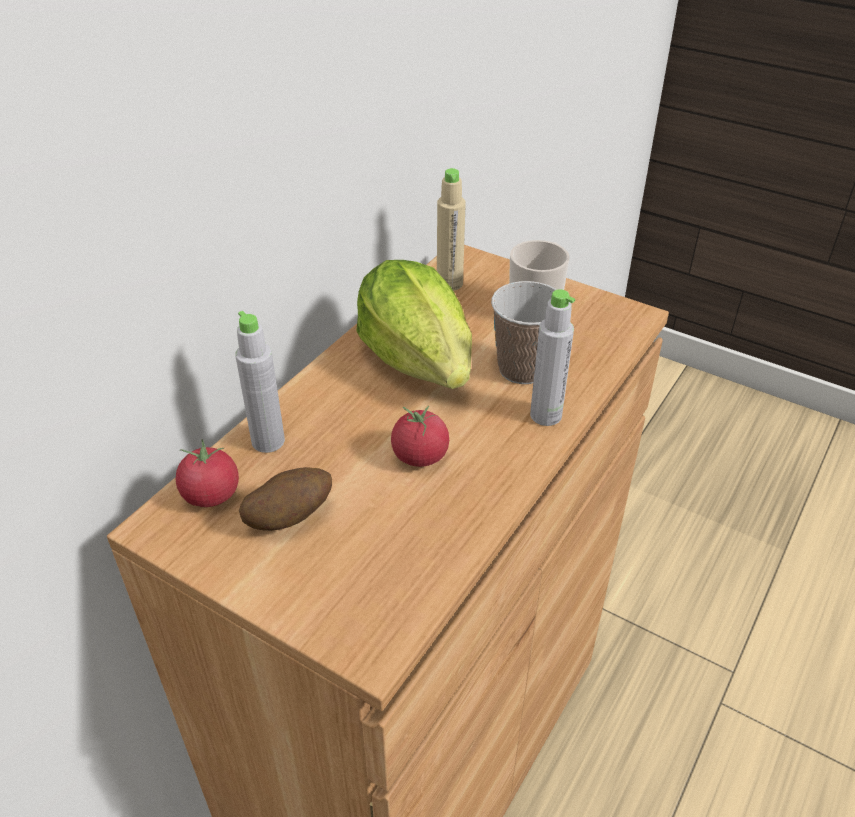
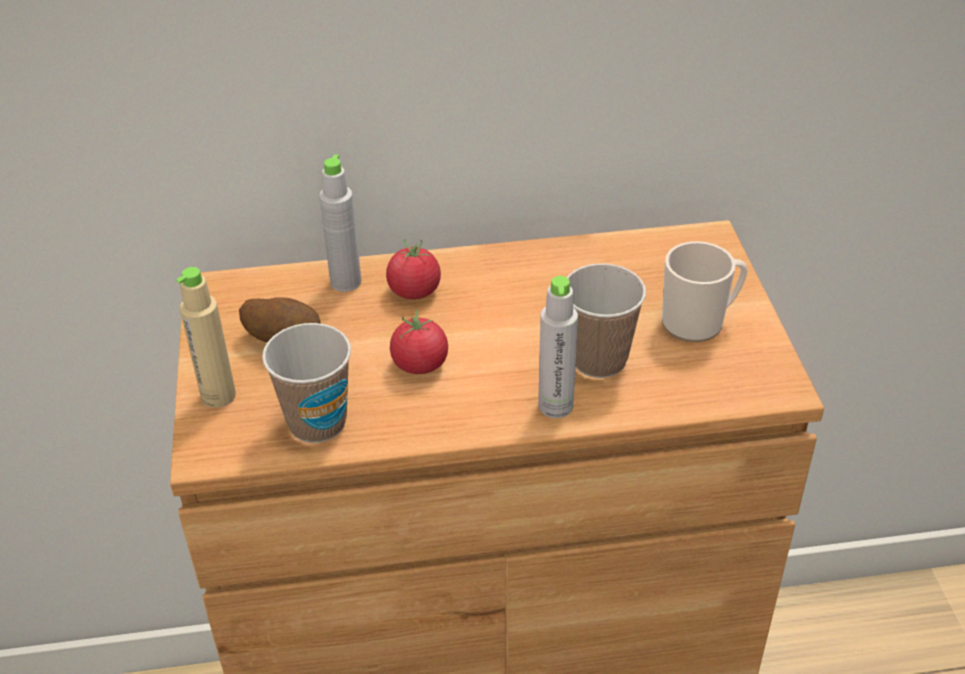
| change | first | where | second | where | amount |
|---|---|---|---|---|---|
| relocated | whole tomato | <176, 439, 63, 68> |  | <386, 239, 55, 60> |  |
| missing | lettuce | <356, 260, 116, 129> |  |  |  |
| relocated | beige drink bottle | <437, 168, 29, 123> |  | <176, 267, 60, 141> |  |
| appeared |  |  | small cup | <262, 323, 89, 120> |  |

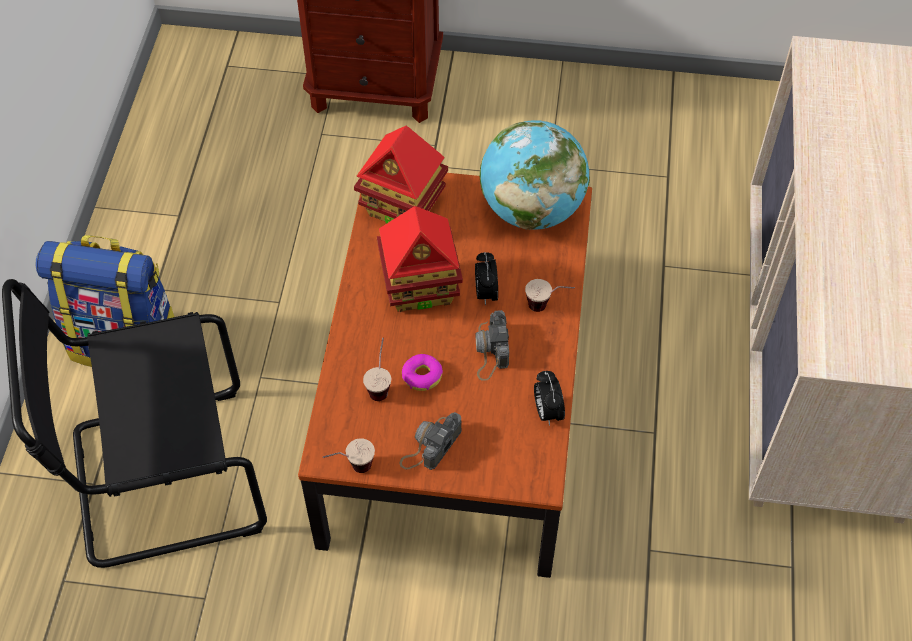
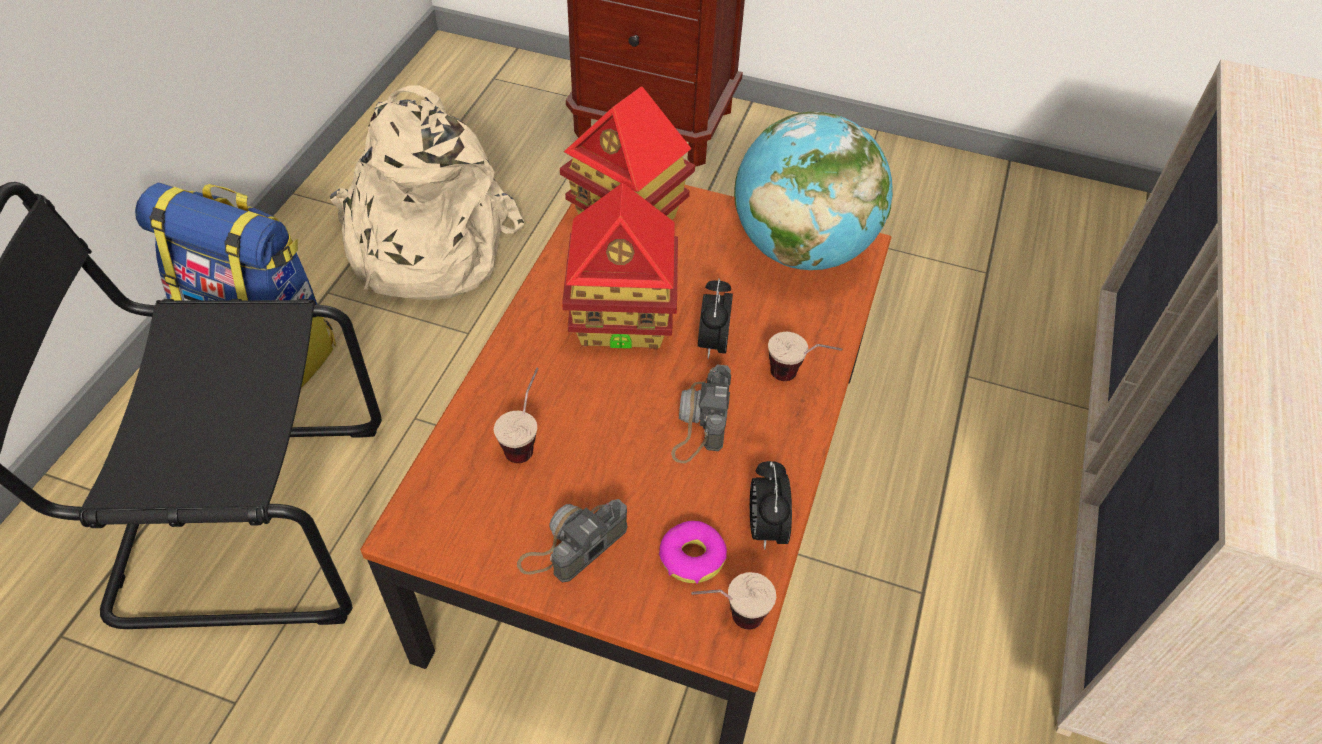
| change | first | where | second | where | amount |
|---|---|---|---|---|---|
| relocated | small cup | <323, 438, 52, 35> |  | <691, 572, 85, 58> |  |
| relocated | doughnut | <402, 354, 41, 37> |  | <659, 521, 68, 63> |  |
| appeared |  |  | beige backpack | <330, 85, 194, 215> |  |

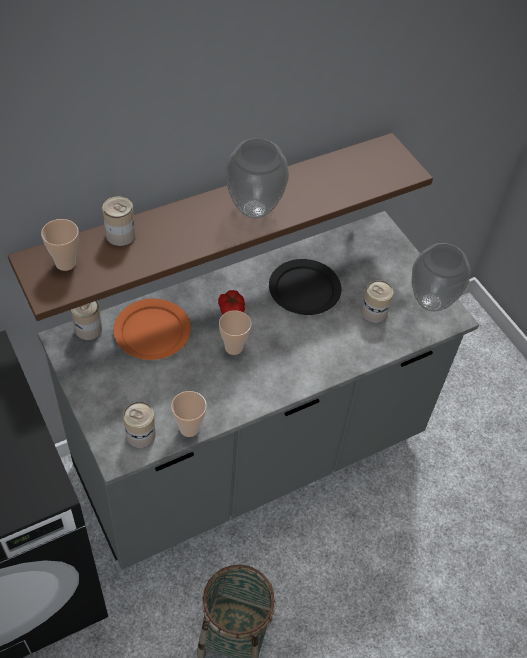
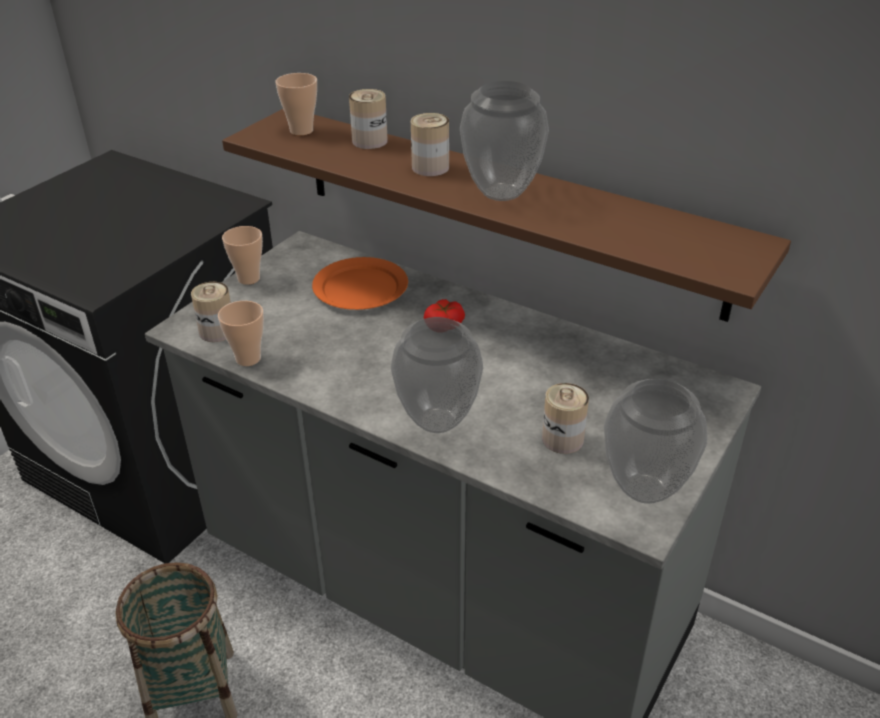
| change | first | where | second | where | amount |
|---|---|---|---|---|---|
| relocated | sealed can | <71, 301, 31, 39> |  | <411, 113, 38, 63> |  |
| relocated | small cup | <219, 310, 33, 45> |  | <222, 226, 41, 59> |  |
| missing | black flat dish | <269, 259, 72, 56> |  |  |  |
| appeared |  |  | decorative vase | <391, 317, 92, 116> |  |

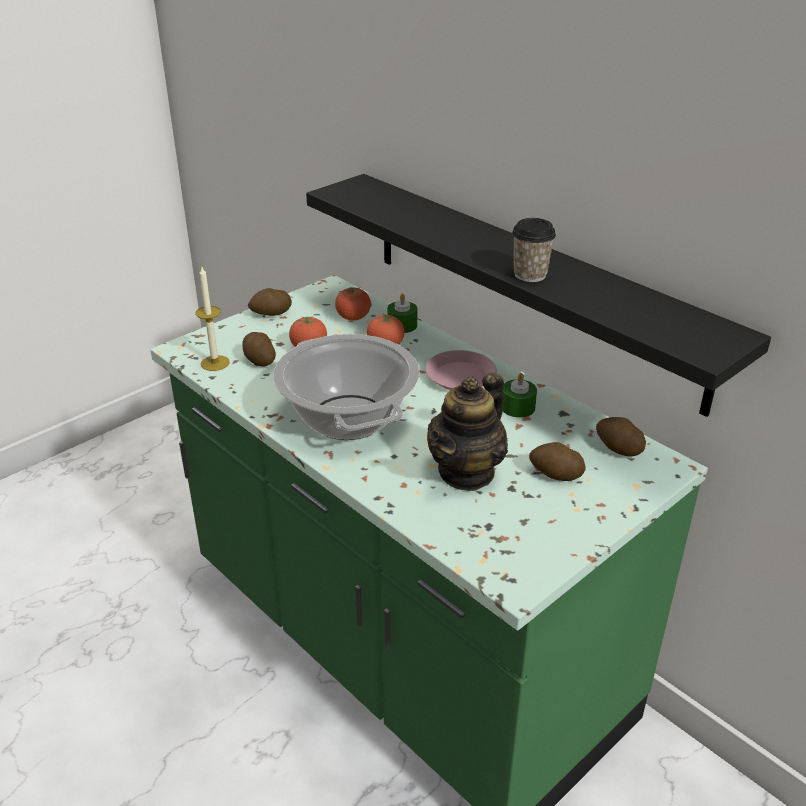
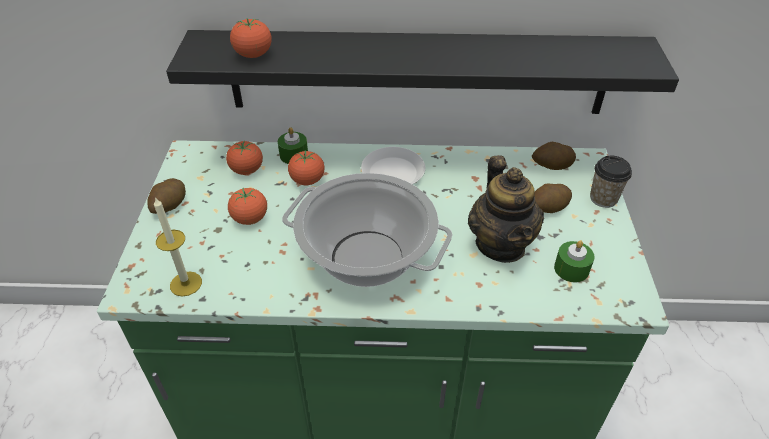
| change | first | where | second | where | amount |
|---|---|---|---|---|---|
| missing | potato | <242, 332, 34, 35> |  |  |  |
| colour | pink flat dish | <425, 350, 72, 40> | white flat dish | <361, 147, 64, 37> |  |
| relocated | greenish candle | <502, 373, 35, 45> |  | <554, 240, 41, 42> |  |
| relocated | small cup | <512, 218, 44, 64> |  | <590, 156, 42, 52> |  |
| appeared |  |  | whole tomato | <230, 18, 42, 40> |  |

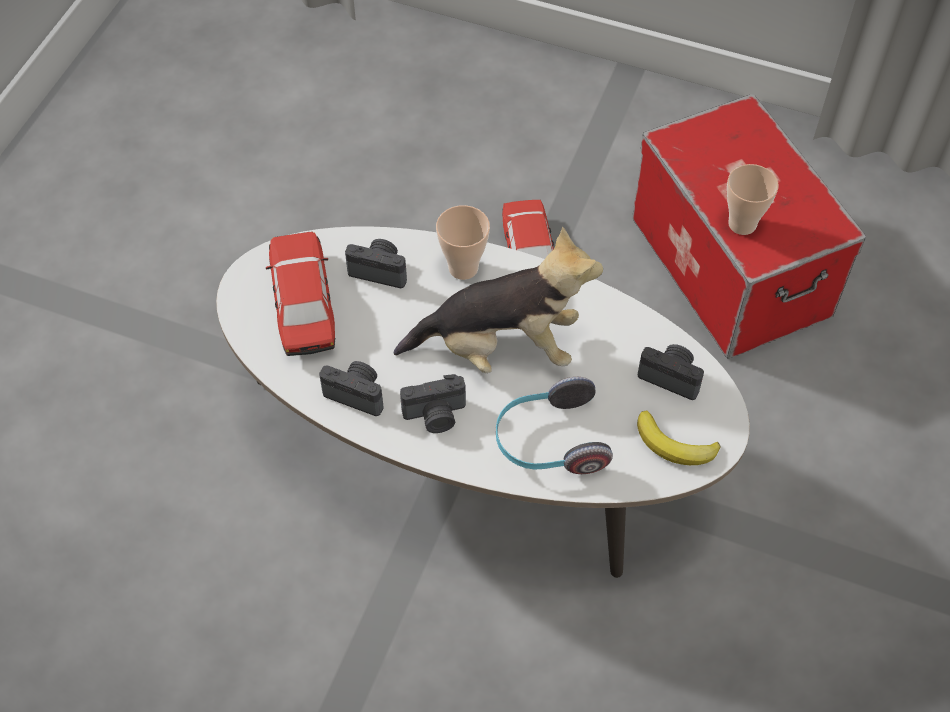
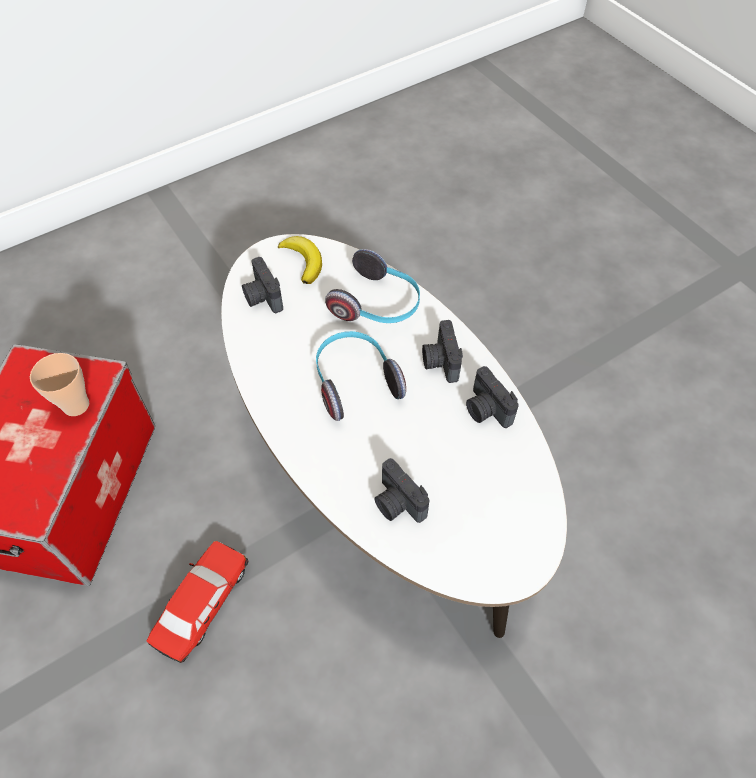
| change | first | where | second | where | amount |
|---|---|---|---|---|---|
| missing | toy car | <266, 231, 69, 125> |  |  |  |
| exchanged | plush toy | <394, 227, 209, 146> | headphones | <316, 331, 90, 90> |  |
| spun | photo camera | <400, 374, 66, 59> |  | <422, 320, 41, 63> | 120 degrees counterclockwise |
| missing | small cup | <436, 205, 54, 75> |  |  |  |

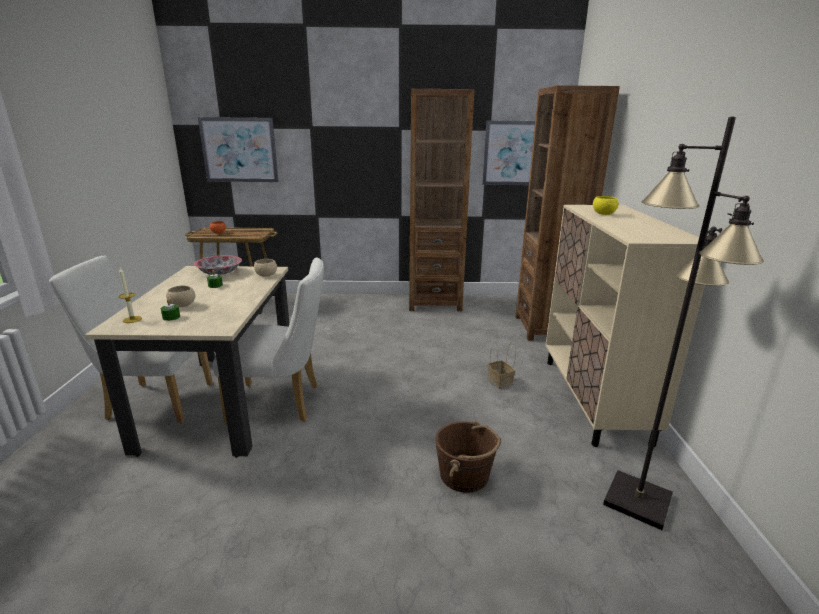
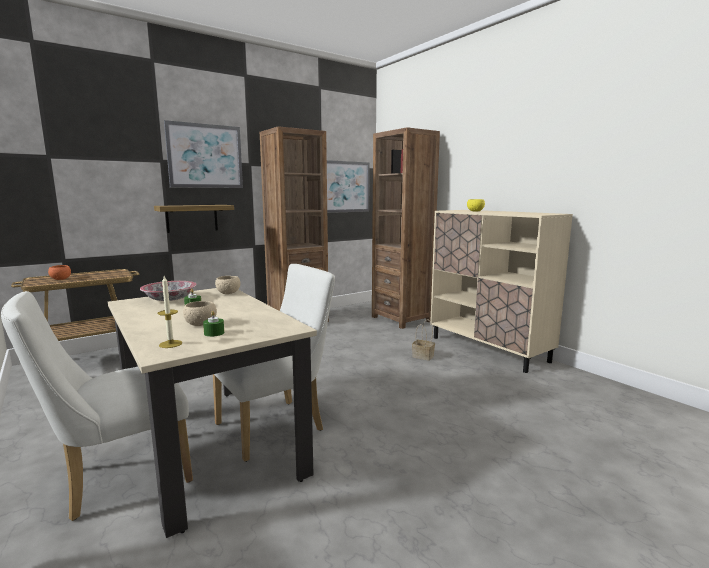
| change | first | where | second | where | amount |
|---|---|---|---|---|---|
| relocated | wall art | <198, 117, 81, 65> |  | <164, 120, 79, 68> |  |
| missing | brownish bucket | <436, 421, 65, 72> |  |  |  |
| missing | black standard lamp | <603, 117, 161, 413> |  |  |  |
| appeared |  |  | bracket shelf | <154, 205, 80, 28> |  |

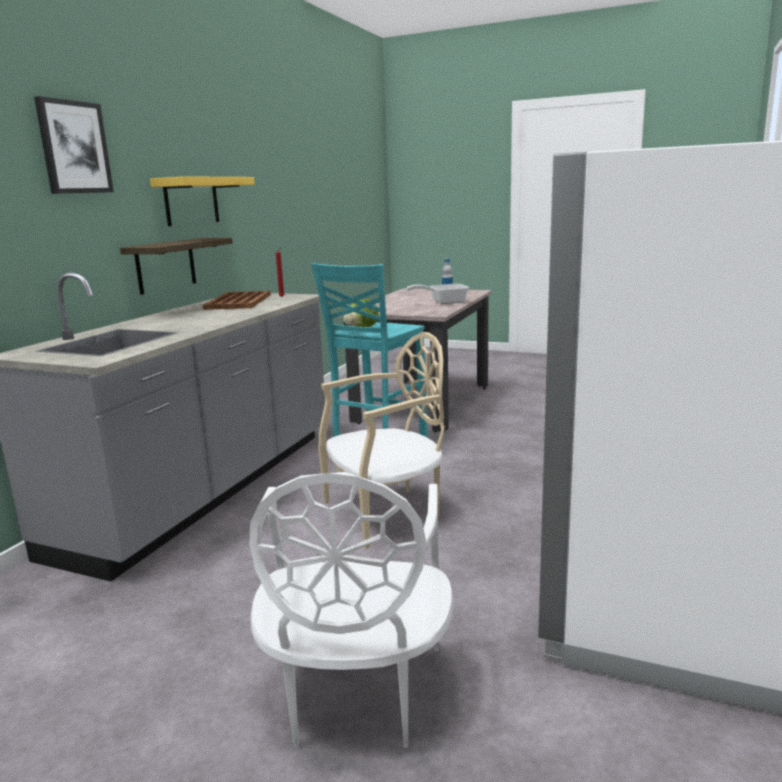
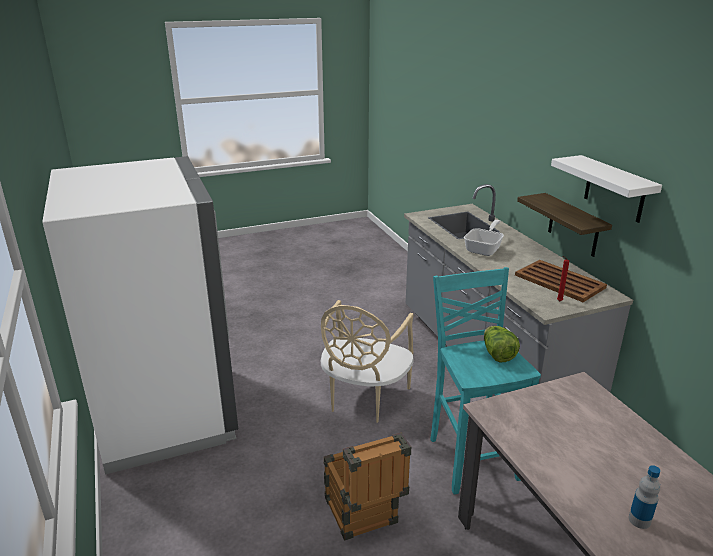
| change | first | where | second | where | amount |
|---|---|---|---|---|---|
| missing | wall art | <34, 96, 80, 98> |  |  |  |
| colour | yellow-coloured bracket shelf | <150, 176, 105, 50> | white bracket shelf | <551, 155, 111, 68> |  |
| missing | white upright chair | <250, 472, 203, 276> |  |  |  |
| relocated | skillet | <406, 284, 63, 20> |  | <464, 220, 40, 36> |  |
| appeared |  |  | crate | <323, 433, 88, 108> |  |

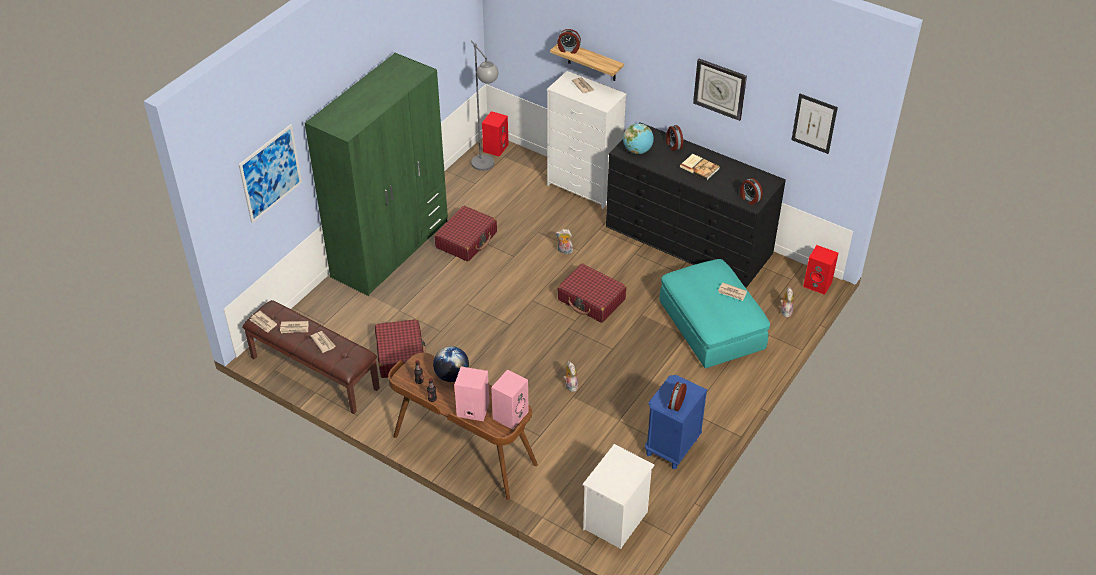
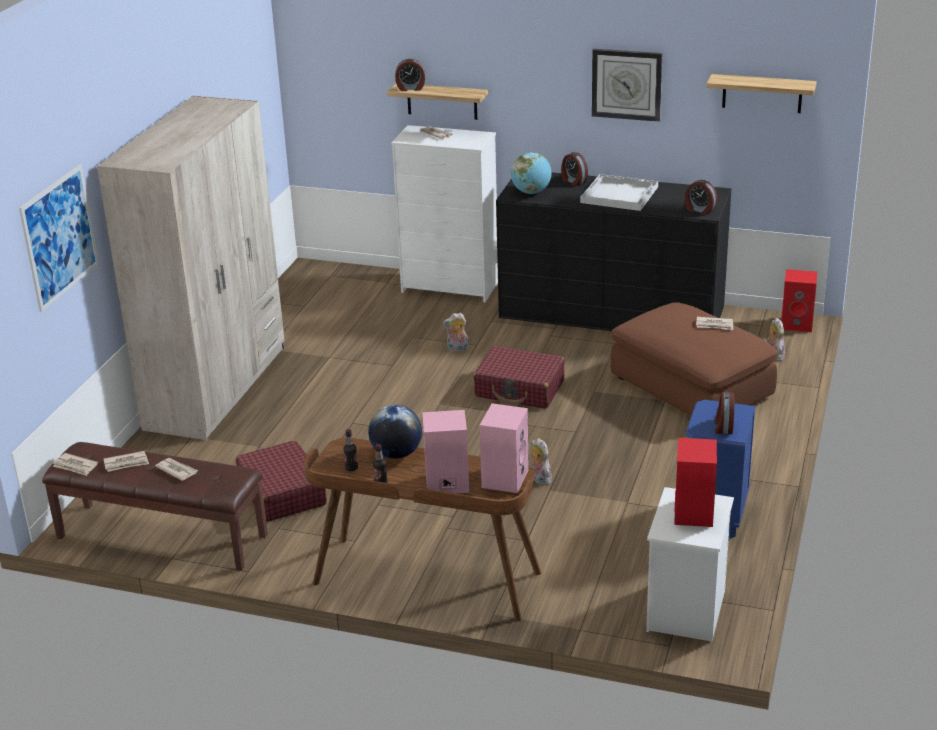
| change | first | where | second | where | amount |
|---|---|---|---|---|---|
| colour | greenish armoire | <305, 53, 143, 243> | beige armoire | <97, 96, 188, 344> |  |
| missing | red-coloured suitcase | <434, 206, 63, 56> |  |  |  |
| missing | gray standard lamp | <471, 40, 27, 131> |  |  |  |
| relocated | red-coloured audio speaker | <482, 111, 27, 46> |  | <674, 438, 43, 89> |  |
| colour | blue-green pouffe | <660, 259, 110, 109> | brownish pouffe | <610, 302, 168, 114> |  |
| exchanged | bound book | <680, 154, 40, 26> | white carrying tray | <580, 174, 78, 37> |  |
| exchanged | wall art | <791, 94, 47, 60> | bracket shelf | <706, 74, 111, 39> |  |

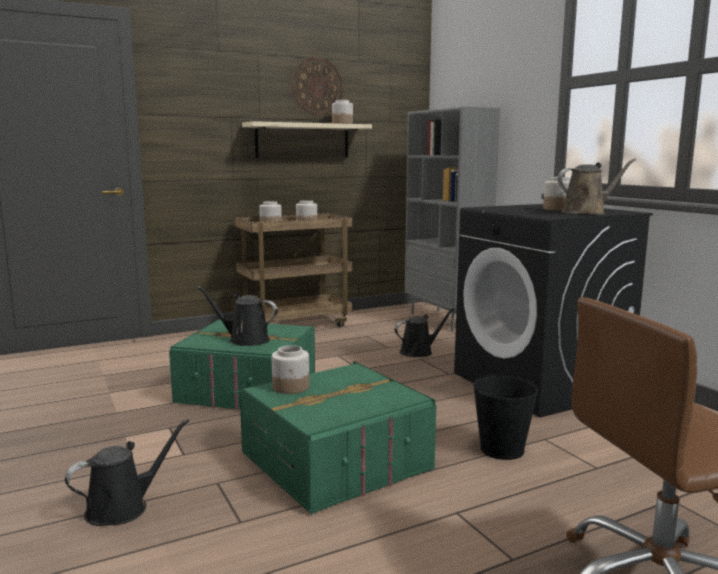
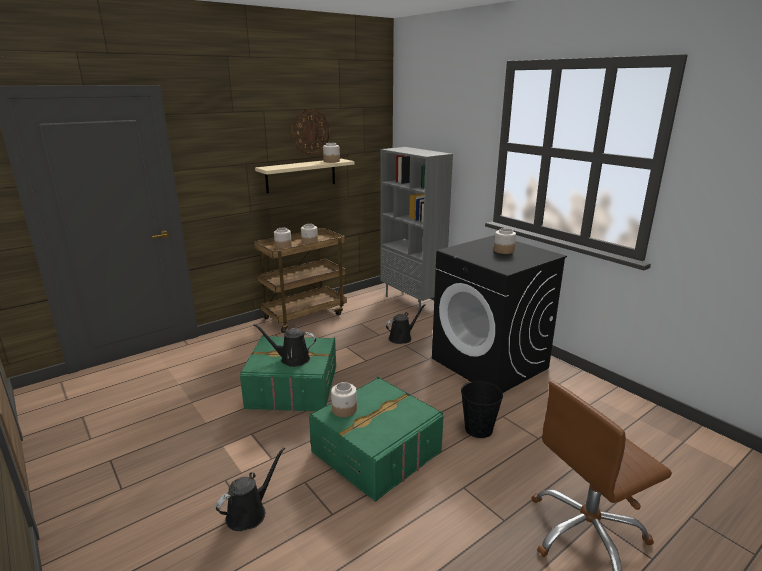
| change | first | where | second | where | amount |
|---|---|---|---|---|---|
| missing | brownish sprinkling can | <558, 158, 78, 57> |  |  |  |

